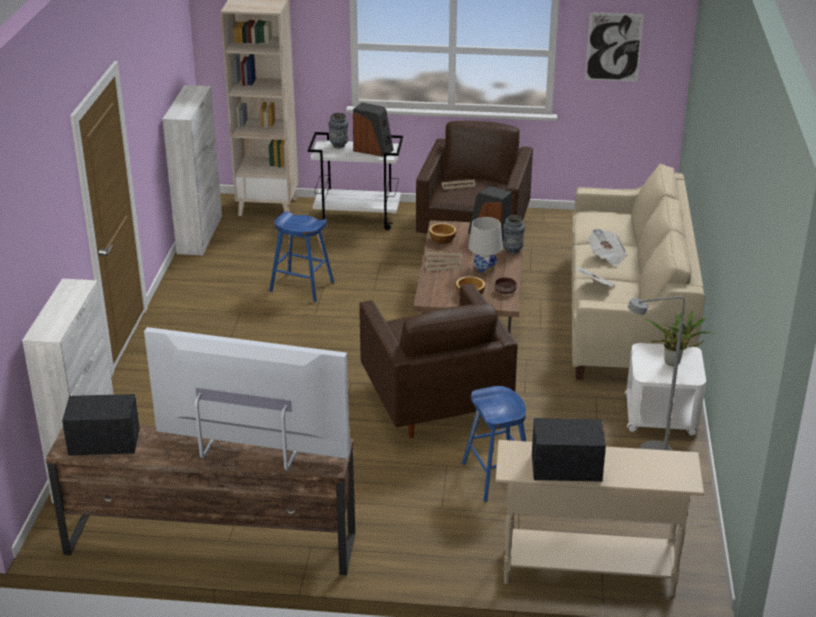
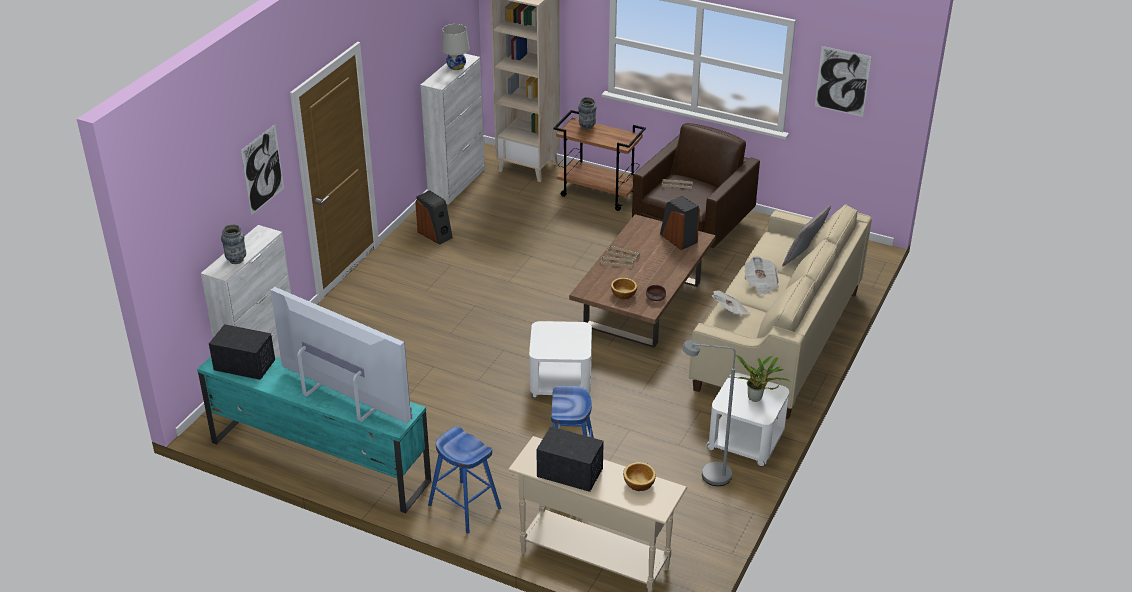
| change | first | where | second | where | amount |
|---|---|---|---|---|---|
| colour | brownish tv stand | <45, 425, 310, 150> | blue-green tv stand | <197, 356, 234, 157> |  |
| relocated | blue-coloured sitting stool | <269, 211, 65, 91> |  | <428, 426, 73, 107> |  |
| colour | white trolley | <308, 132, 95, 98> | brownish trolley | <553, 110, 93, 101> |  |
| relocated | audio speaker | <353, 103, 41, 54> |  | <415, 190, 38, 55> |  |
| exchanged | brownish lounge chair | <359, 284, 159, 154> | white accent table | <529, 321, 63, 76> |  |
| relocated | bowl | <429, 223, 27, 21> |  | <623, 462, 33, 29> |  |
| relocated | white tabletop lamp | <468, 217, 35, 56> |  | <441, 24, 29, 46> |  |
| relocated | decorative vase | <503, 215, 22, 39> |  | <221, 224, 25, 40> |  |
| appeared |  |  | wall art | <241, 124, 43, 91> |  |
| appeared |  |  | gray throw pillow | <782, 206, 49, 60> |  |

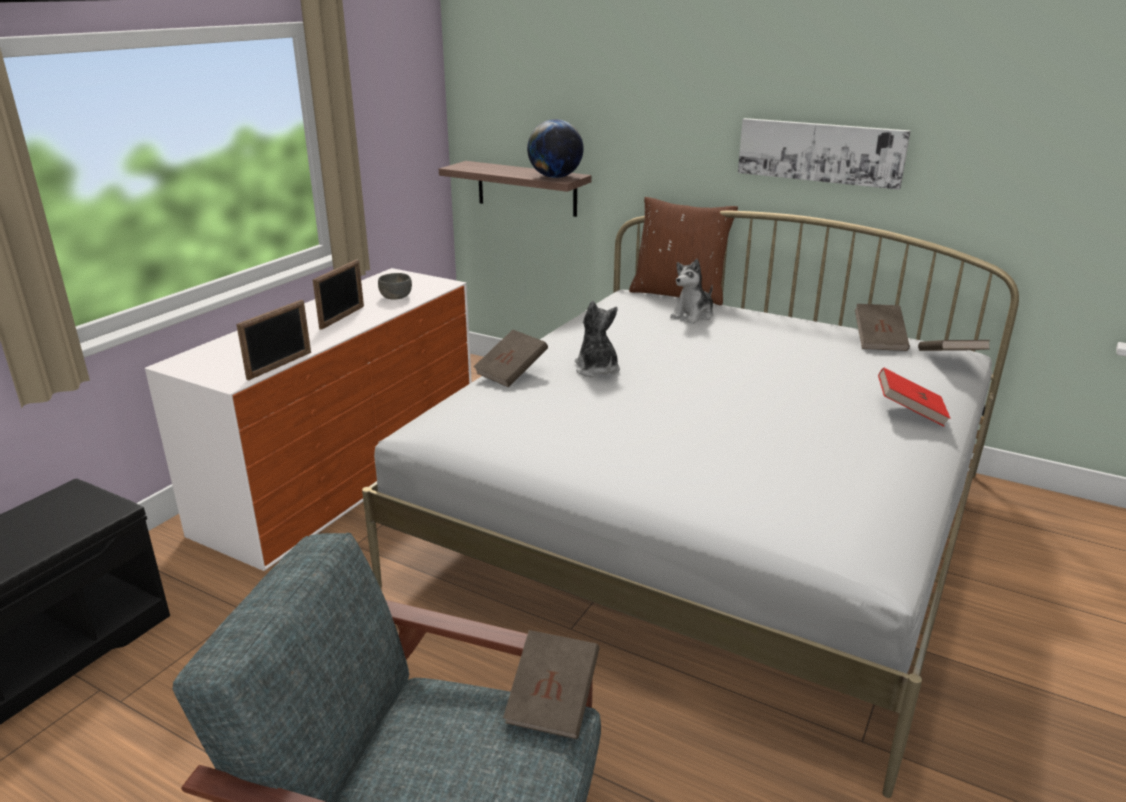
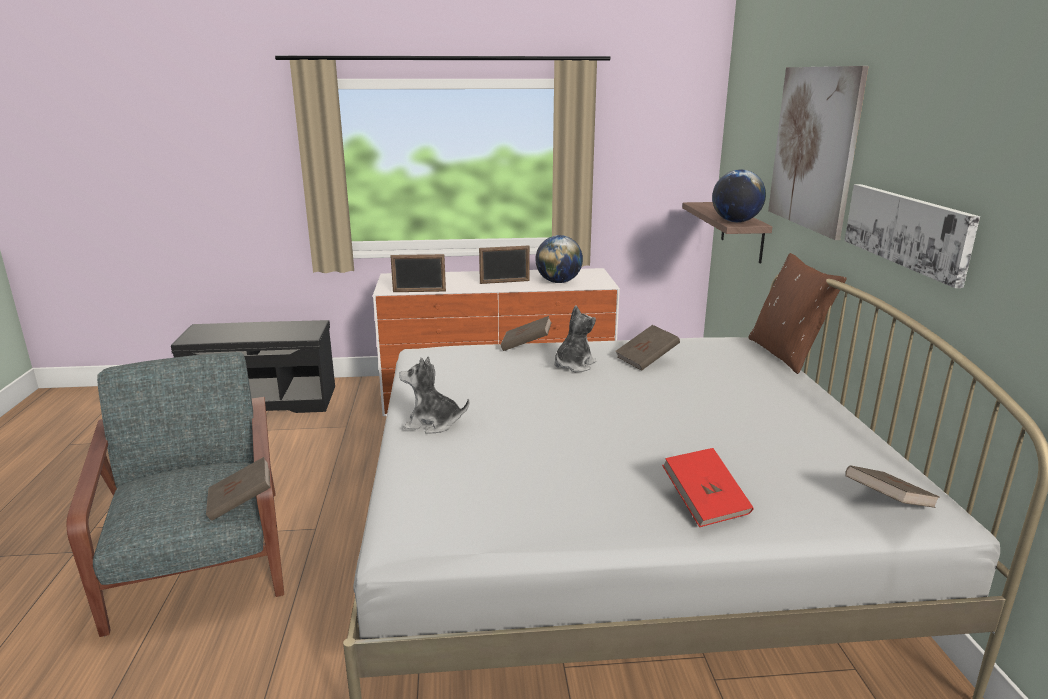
| change | first | where | second | where | amount |
|---|---|---|---|---|---|
| exchanged | gray bowl | <378, 273, 34, 27> | world globe | <535, 235, 48, 48> |  |
| relocated | plush toy | <670, 259, 43, 65> |  | <399, 357, 70, 77> |  |
| relocated | brownish bound book | <855, 304, 55, 47> |  | <615, 325, 65, 46> |  |
| appeared |  |  | wall art | <768, 66, 101, 174> |  |

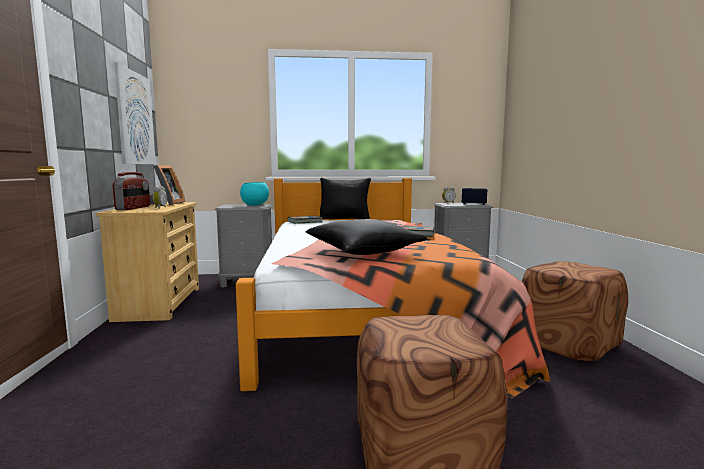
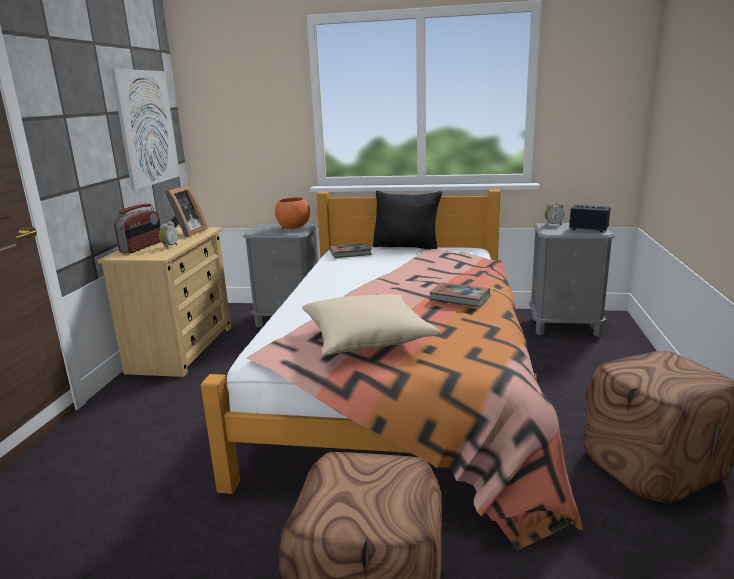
| change | first | where | second | where | amount |
|---|---|---|---|---|---|
| colour | blue-green bowl | <240, 182, 29, 24> | orange-coloured bowl | <275, 197, 35, 32> |  |
| colour | black throw pillow | <305, 219, 122, 36> | beige throw pillow | <302, 294, 138, 61> |  |

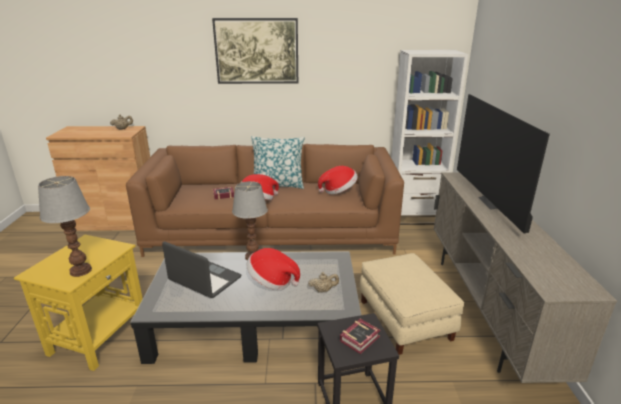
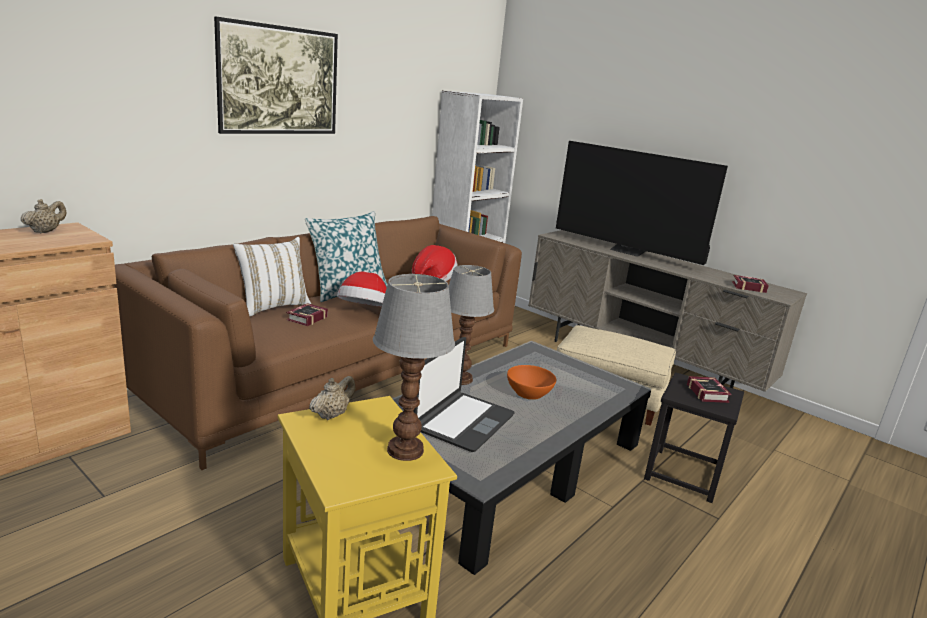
| change | first | where | second | where | amount |
|---|---|---|---|---|---|
| spun | notebook computer | <162, 241, 79, 57> |  | <413, 337, 101, 115> | 135 degrees clockwise |
| exchanged | wearable hat | <246, 248, 54, 42> | orange-coloured bowl | <507, 365, 49, 35> |  |
| relocated | beige teapot | <308, 272, 31, 20> |  | <309, 376, 47, 44> |  |
| appeared |  |  | white throw pillow | <233, 237, 78, 79> |  |
| appeared |  |  | bound book | <732, 275, 37, 18> |  |

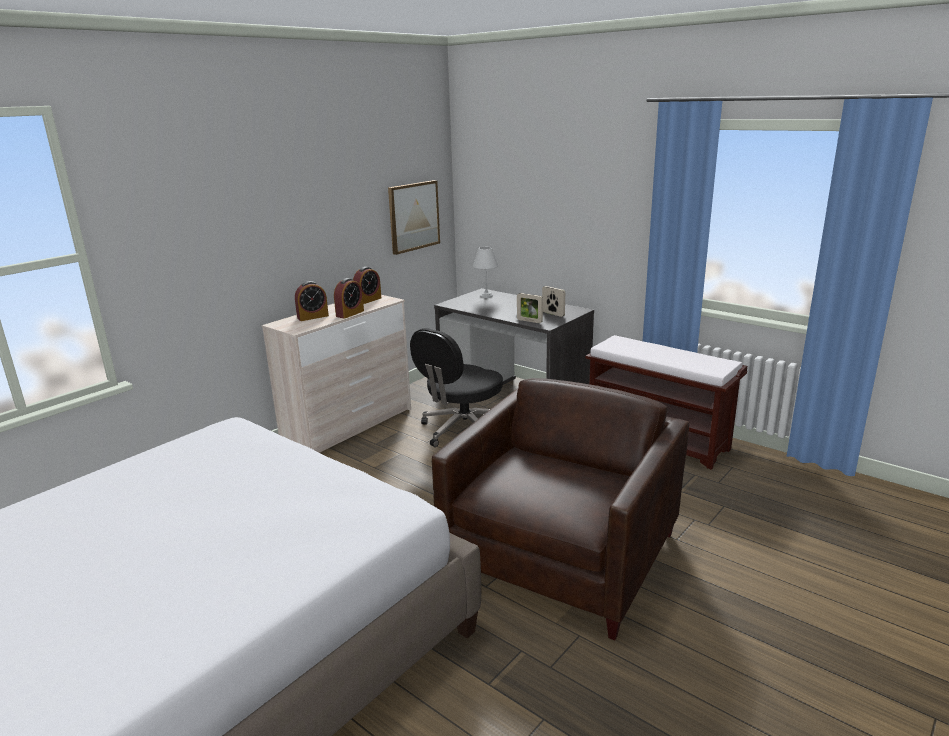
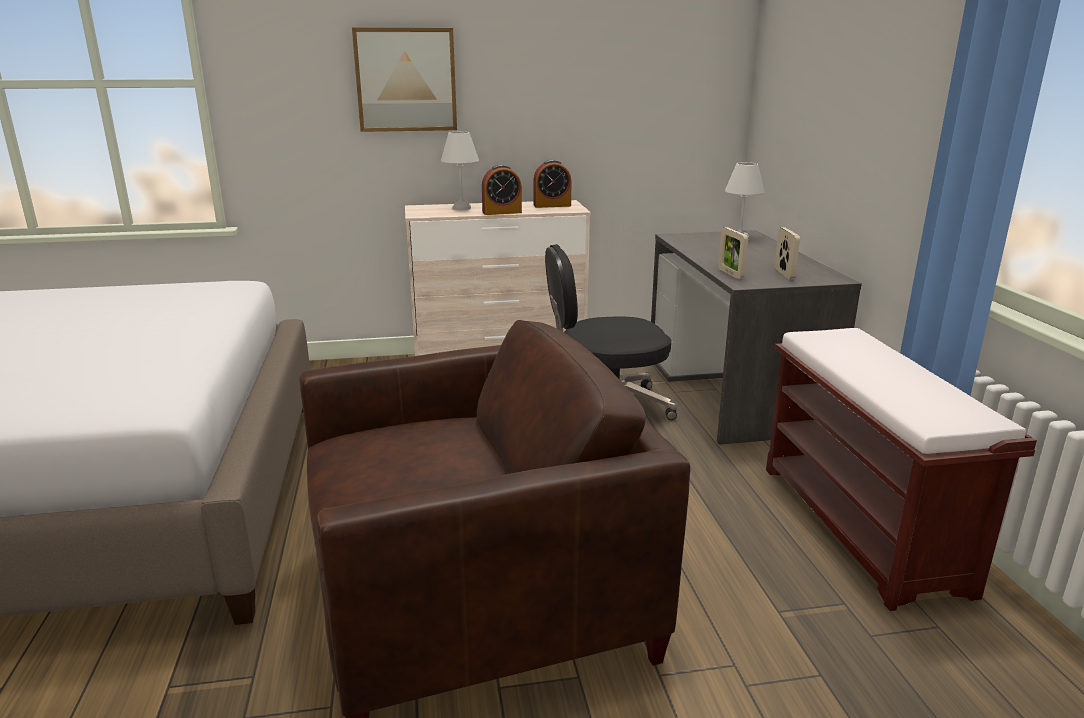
| change | first | where | second | where | amount |
|---|---|---|---|---|---|
| exchanged | alarm clock | <295, 281, 34, 40> | white tabletop lamp | <441, 132, 38, 78> |  |
| relocated | wall art | <388, 180, 52, 75> |  | <352, 27, 105, 105> |  |

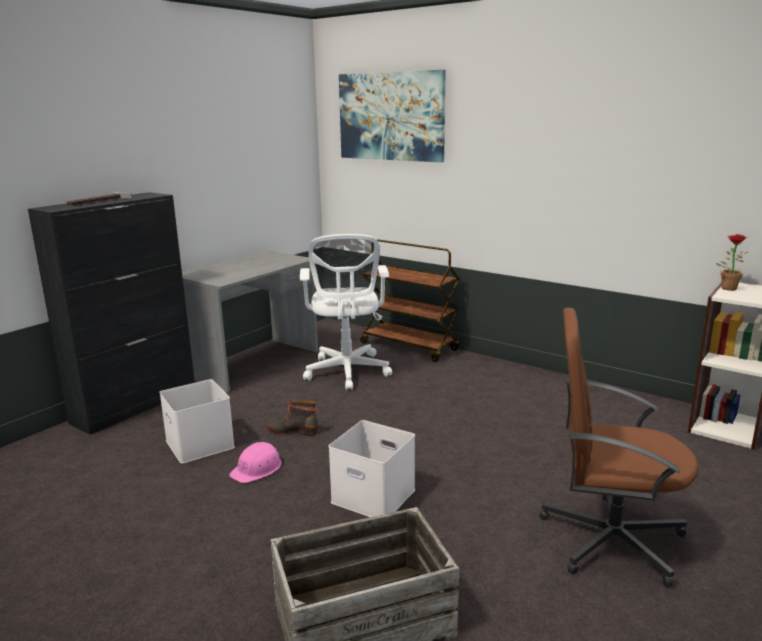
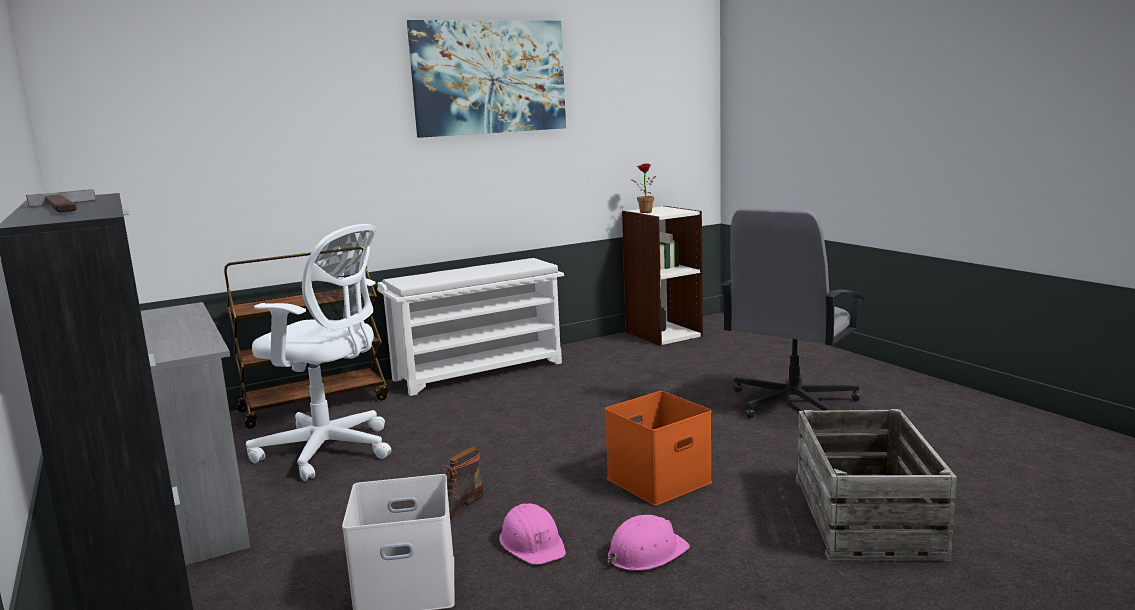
| change | first | where | second | where | amount |
|---|---|---|---|---|---|
| colour | white storage box | <329, 420, 86, 97> | orange-coloured storage box | <605, 391, 107, 115> |  |
| relocated | wall art | <339, 70, 107, 92> |  | <407, 20, 159, 118> |  |
| colour | brownish office chair | <539, 308, 160, 279> | gray office chair | <721, 207, 143, 211> |  |
| appeared |  |  | white shoe stand | <377, 258, 187, 138> |  |
| appeared |  |  | pink hard hat | <608, 515, 82, 56> |  |

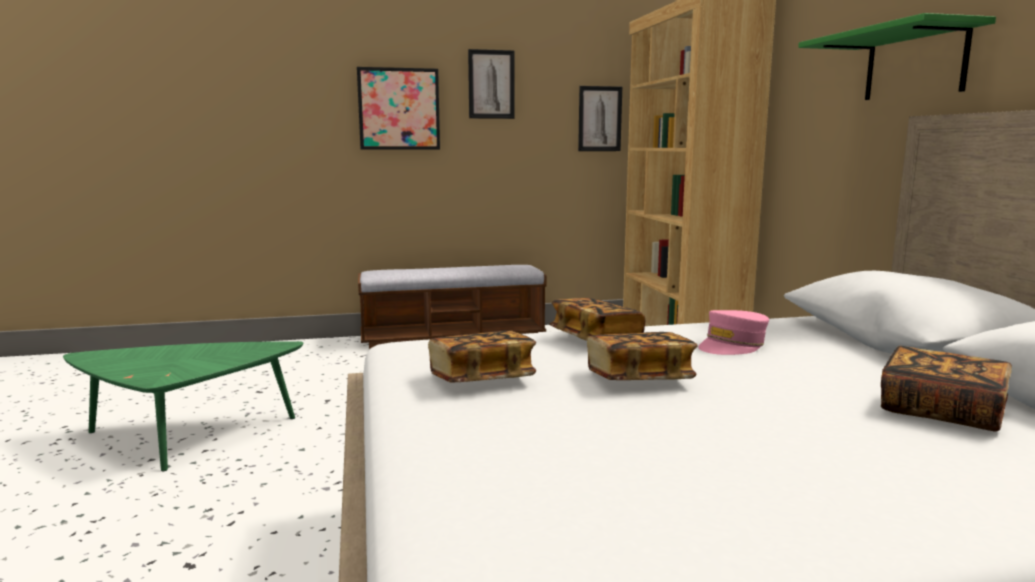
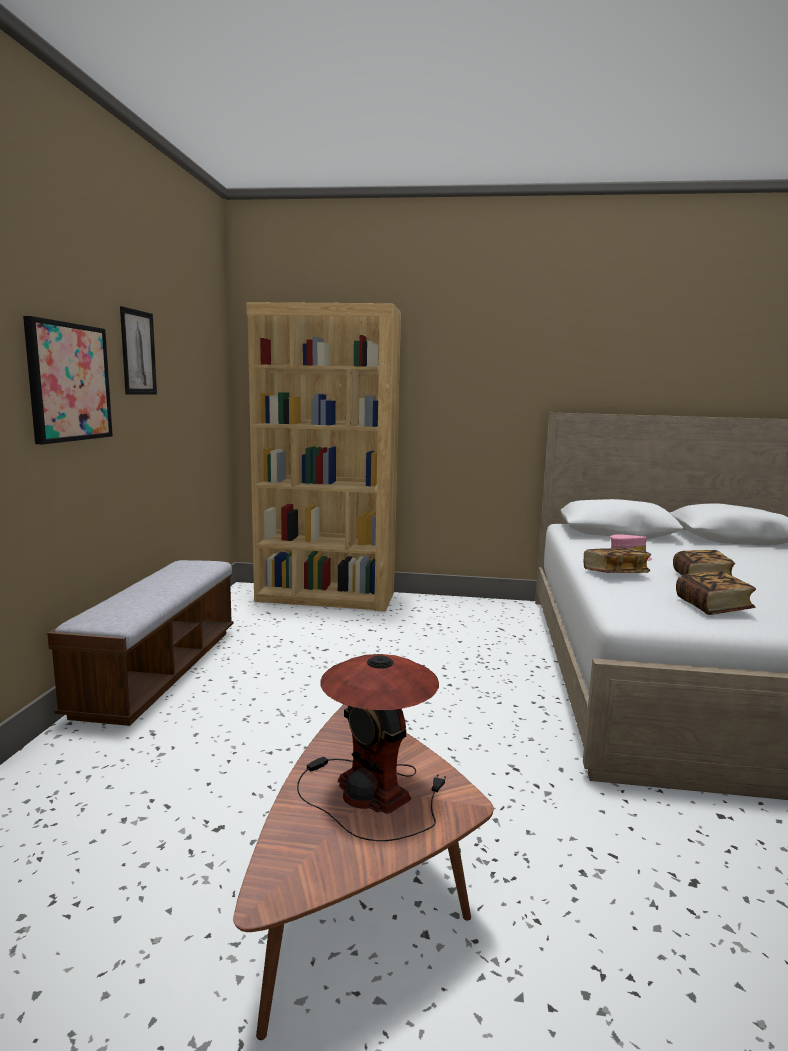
| change | first | where | second | where | amount |
|---|---|---|---|---|---|
| colour | greenish low table | <63, 341, 240, 130> | brownish low table | <233, 704, 261, 336> |  |
| missing | wall art | <578, 86, 44, 65> |  |  |  |
| missing | greenish bracket shelf | <798, 13, 198, 87> |  |  |  |
| missing | bound book | <881, 346, 131, 85> |  |  |  |
| appeared |  |  | tabletop lamp | <297, 654, 149, 187> |  |

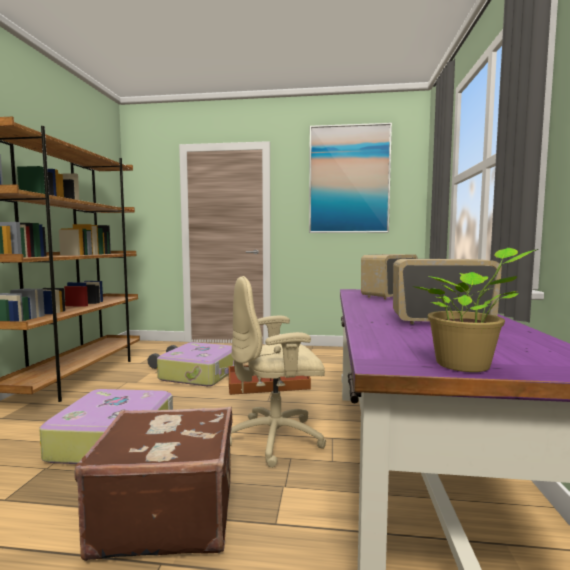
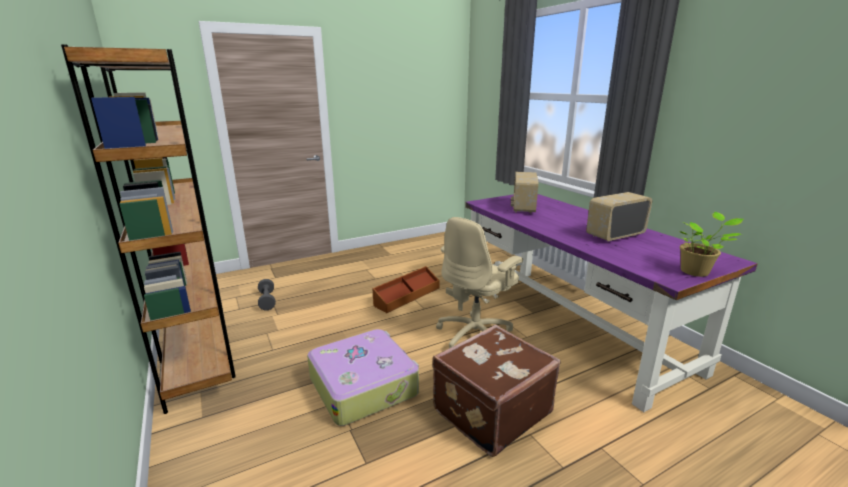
| change | first | where | second | where | amount |
|---|---|---|---|---|---|
| missing | suitcase | <157, 342, 77, 44> |  |  |  |
| missing | wall art | <309, 123, 83, 110> |  |  |  |

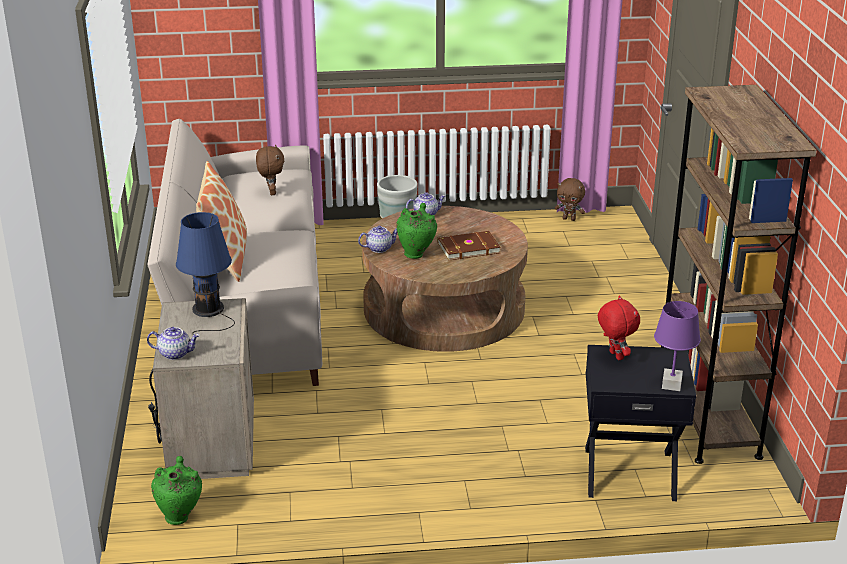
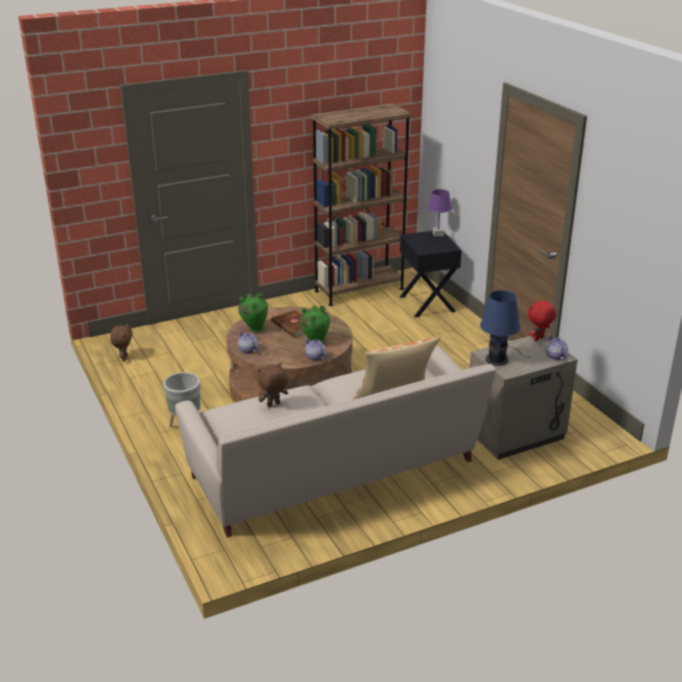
| change | first | where | second | where | amount |
|---|---|---|---|---|---|
| relocated | greenish decorative vase | <151, 456, 51, 69> |  | <238, 293, 30, 39> |  |
| relocated | red-coloured plush toy | <598, 296, 42, 64> |  | <528, 299, 29, 42> |  |

